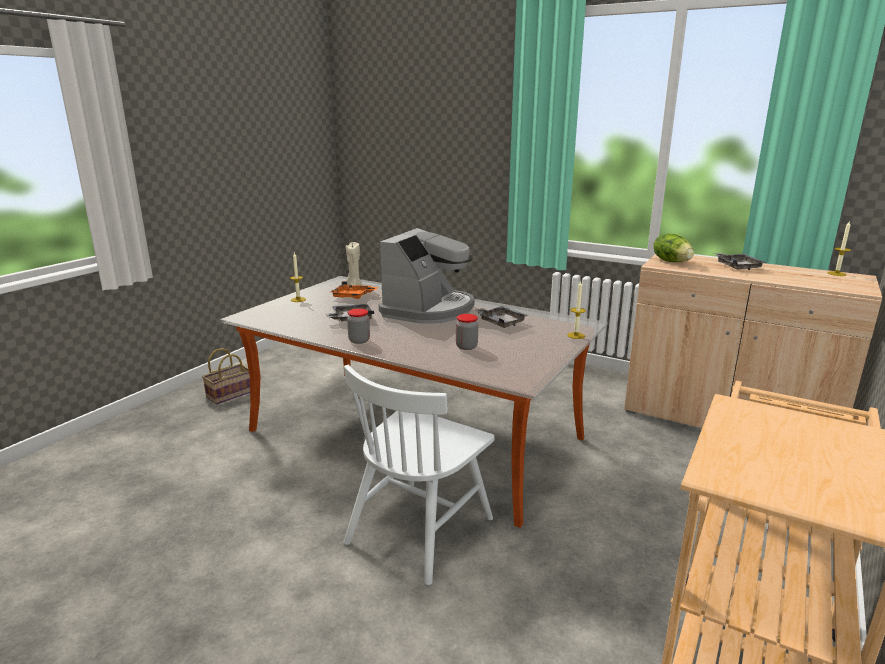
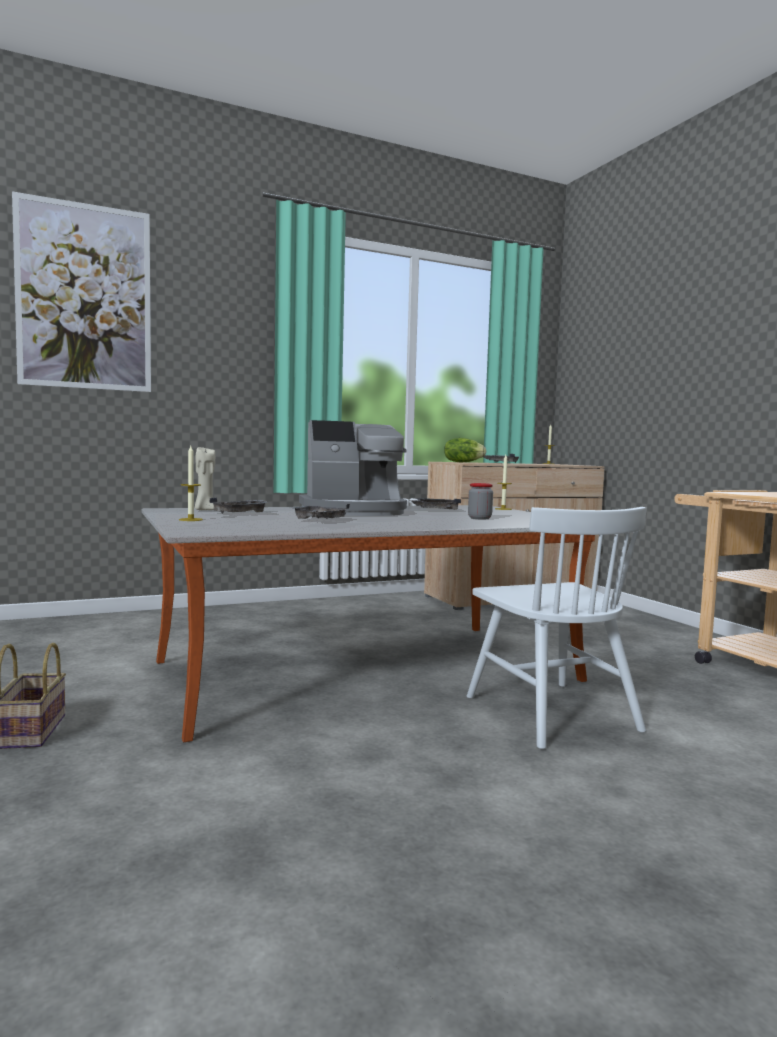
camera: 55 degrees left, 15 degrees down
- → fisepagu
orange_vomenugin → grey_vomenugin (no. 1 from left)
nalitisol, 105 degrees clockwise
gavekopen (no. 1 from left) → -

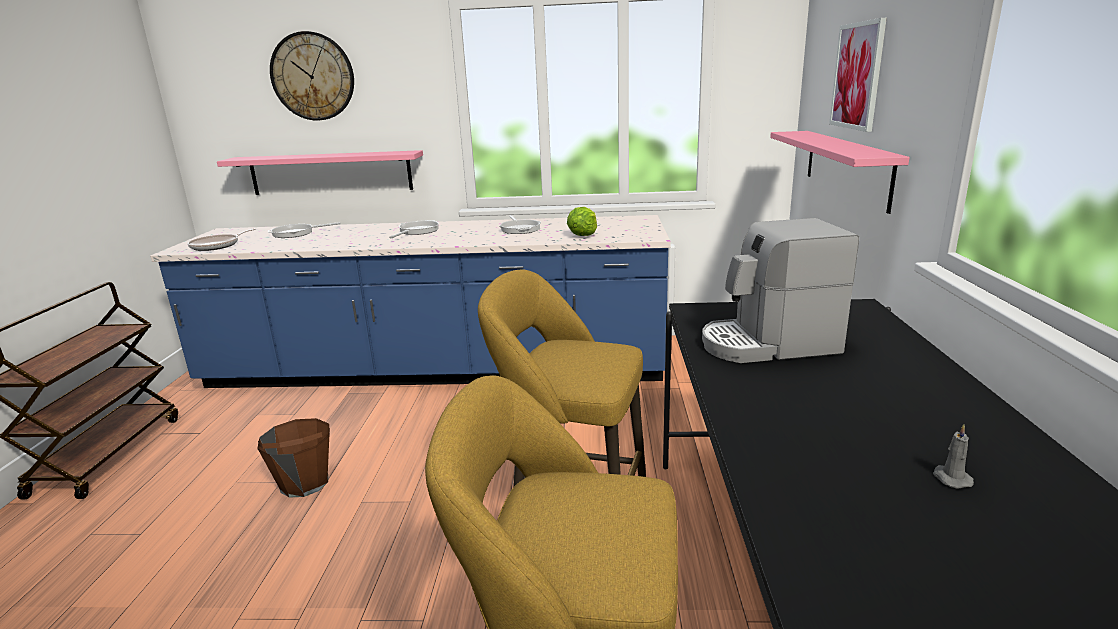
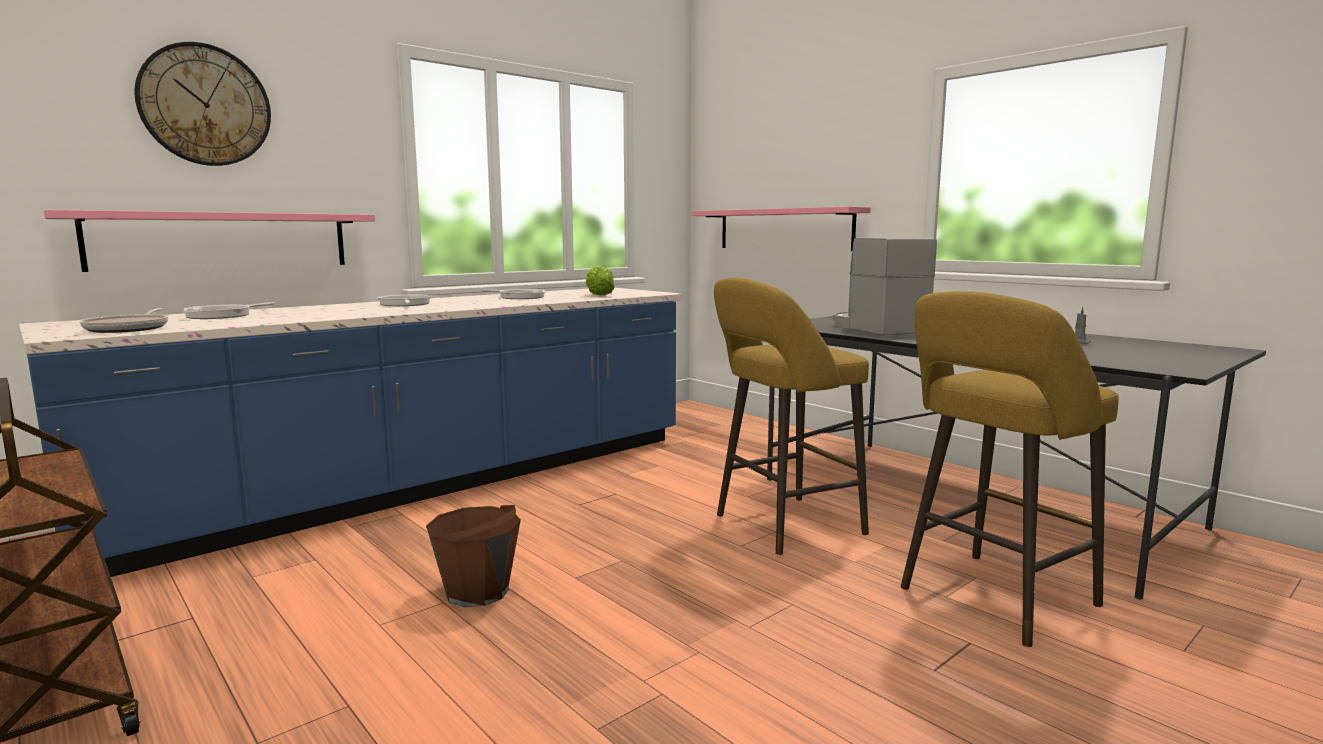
camera: 45 degrees left, 10 degrees down
nalitisol, 120 degrees clockwise
fisepagu → -

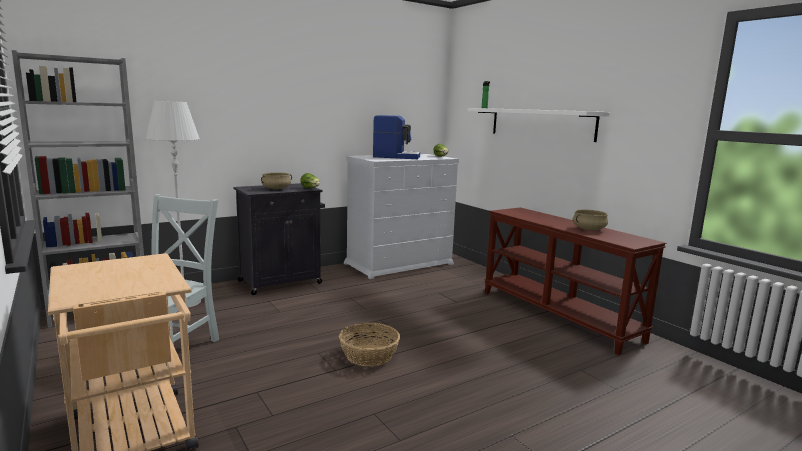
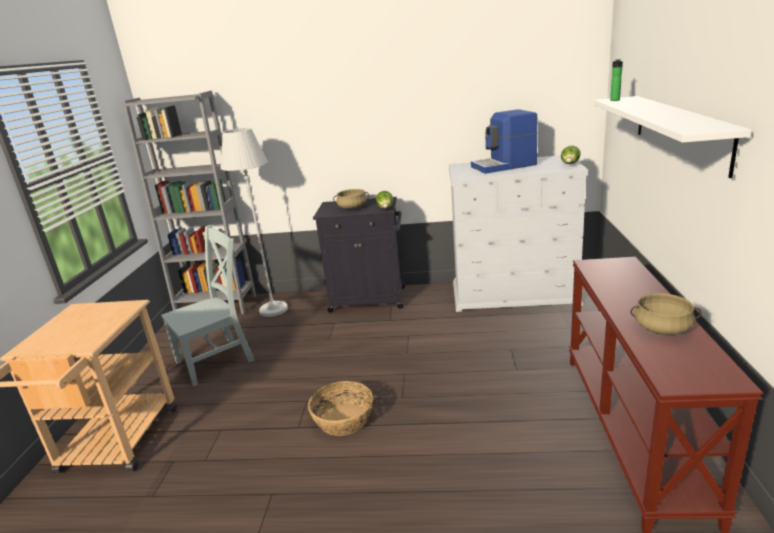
camera: 40 degrees right, 10 degrees up
nalitisol, 120 degrees clockwise

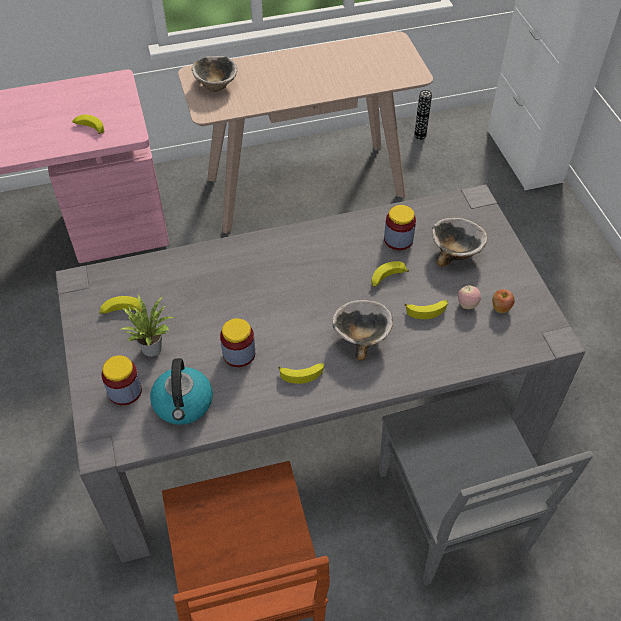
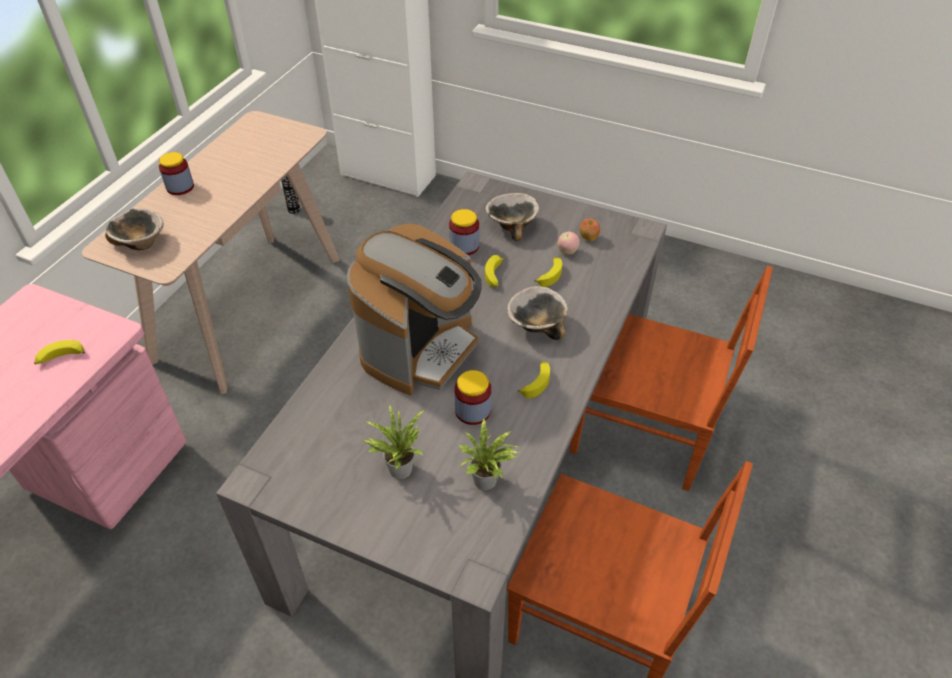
camera: 50 degrees left, 5 degrees down
gavekopen (no. 1 from left), relocated
- → nalitisol
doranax → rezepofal (no. 2 from left)
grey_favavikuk → brown_favavikuk (no. 2 from left)
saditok (no. 2 from left) → -

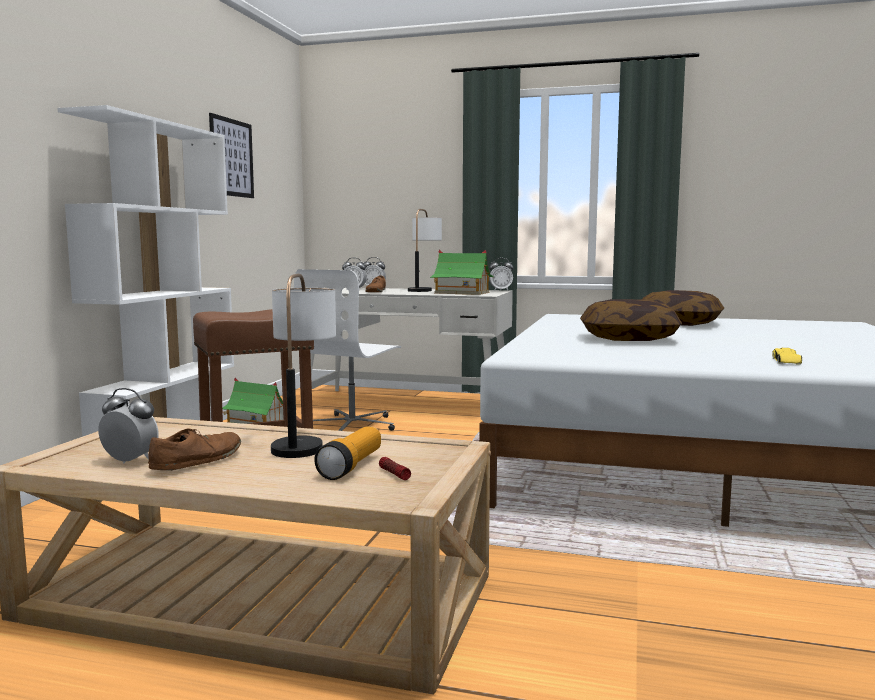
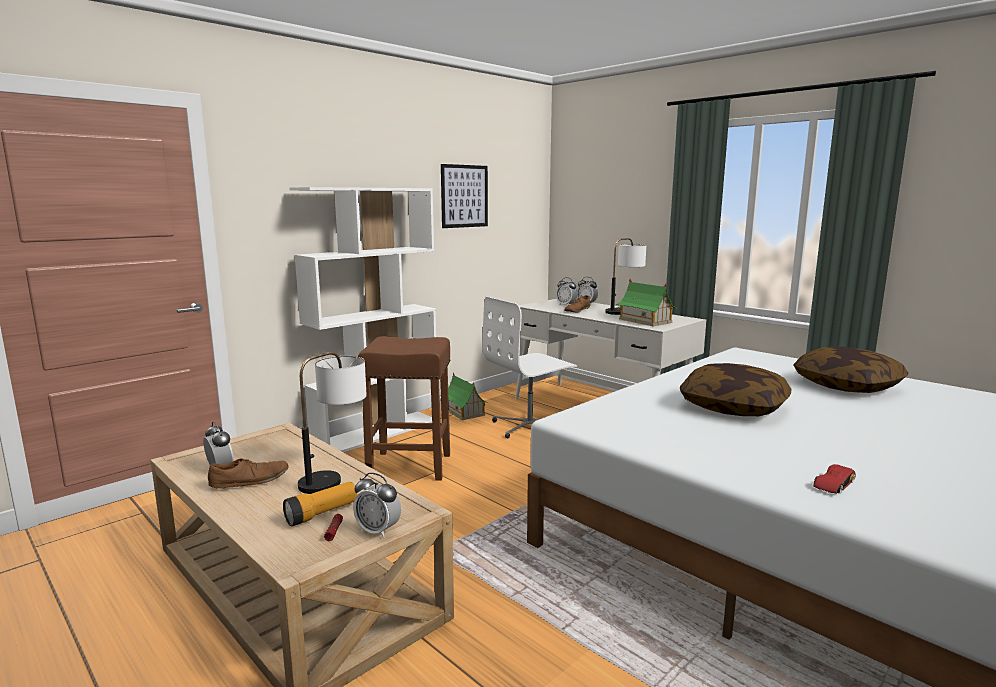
camera: 30 degrees right, 5 degrees up
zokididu (no. 4 from left in the first image) → zokididu (no. 2 from left), relocated
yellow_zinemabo → red_zinemabo

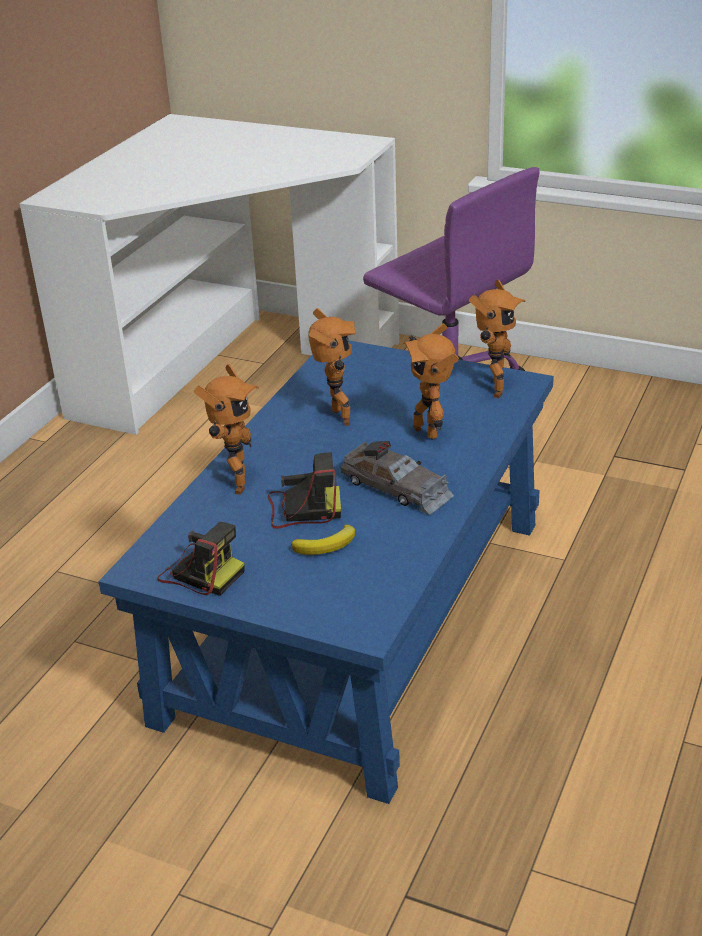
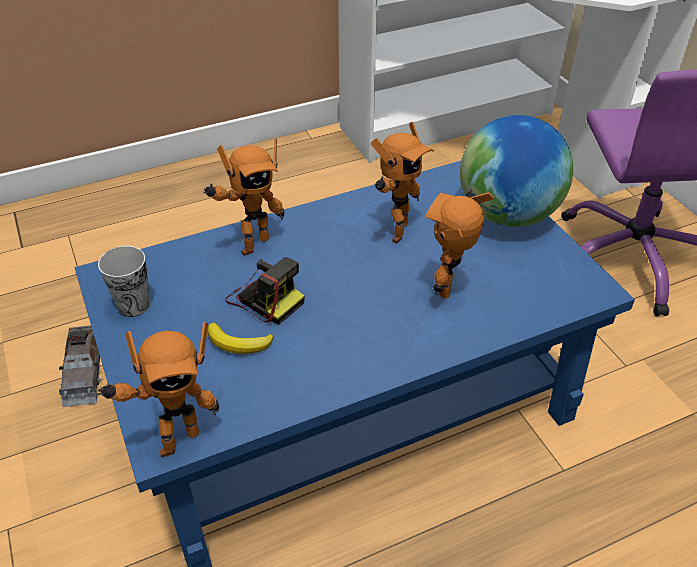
camera: 40 degrees right, 10 degrees up
grey_zinemabo, relocated
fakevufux (no. 4 from left in the first image) → fakevufux (no. 1 from left), relocated
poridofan (no. 1 from left) → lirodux
- → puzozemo

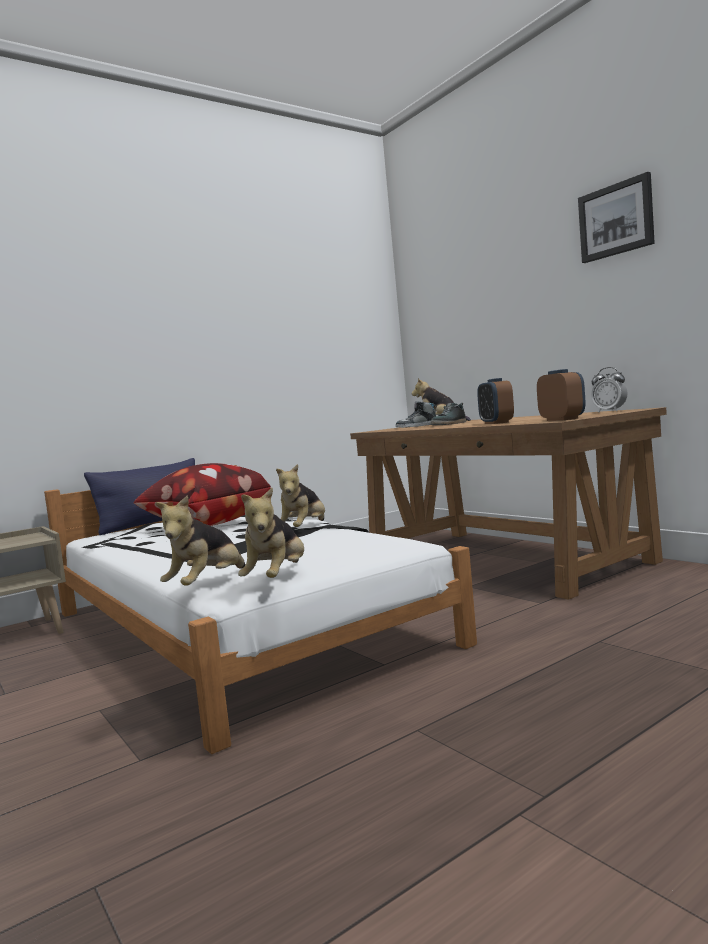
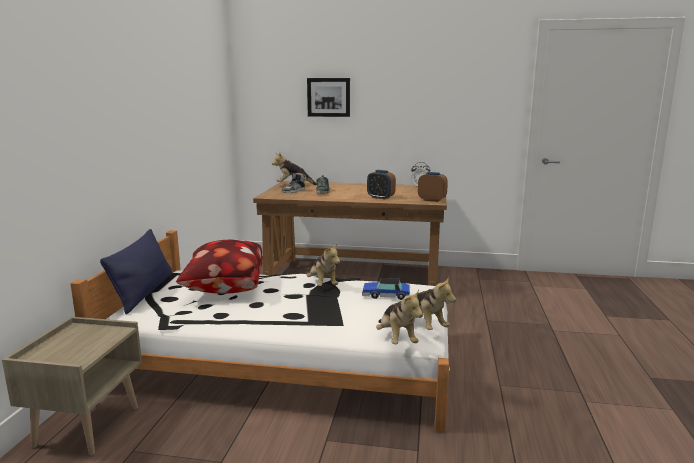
camera: 45 degrees left, 10 degrees up
fisepagu, relocated
- → zinemabo

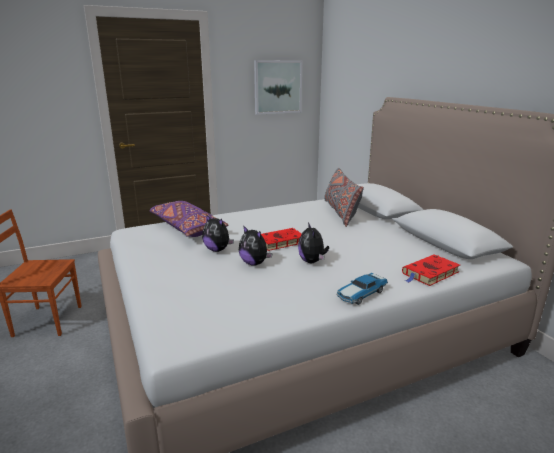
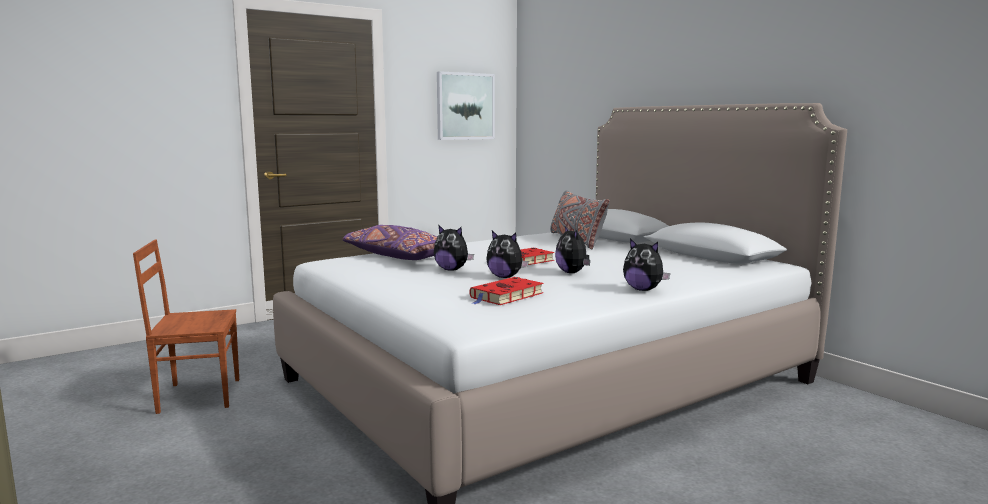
camera: 10 degrees left, 10 degrees down
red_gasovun (no. 2 from left in the first image) → red_gasovun (no. 1 from left), relocated
zinemabo → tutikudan (no. 4 from left)

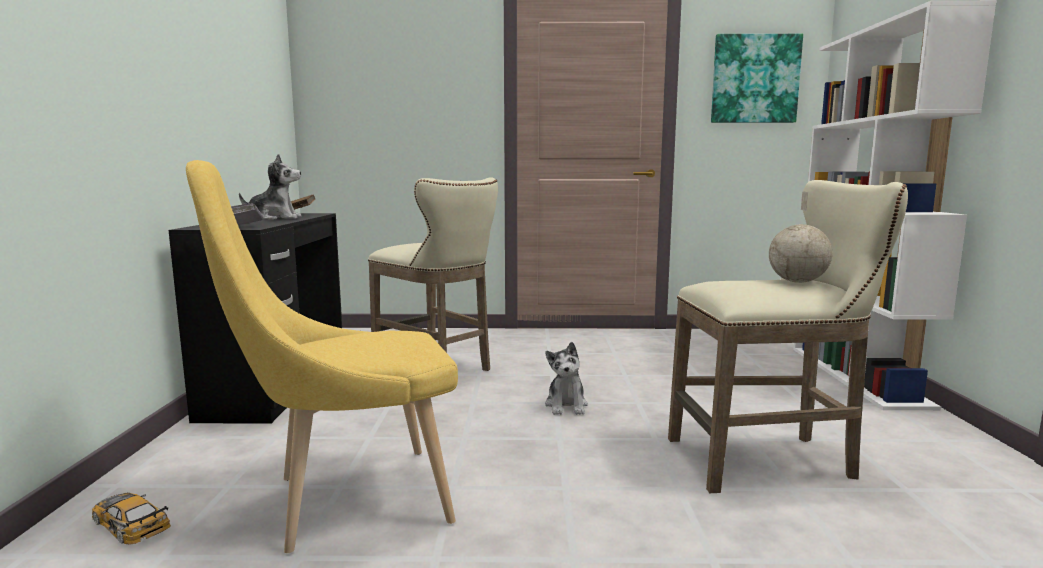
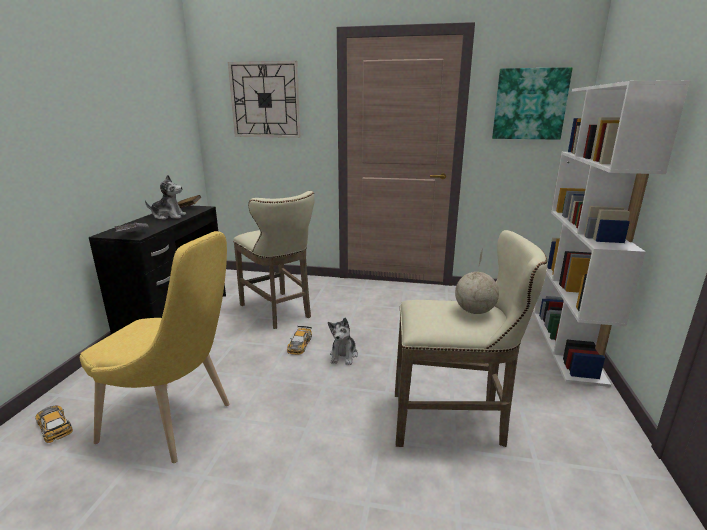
camera: 10 degrees right, 10 degrees up
yellow_favavikuk, 150 degrees counterclockwise
- → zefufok
- → zinemabo (no. 2 from left)

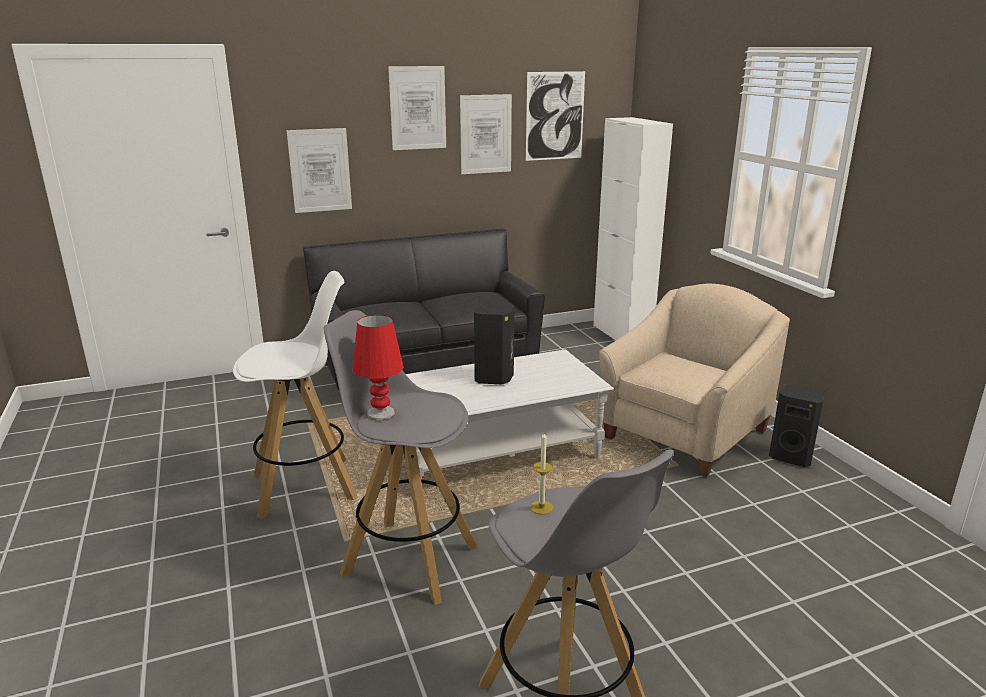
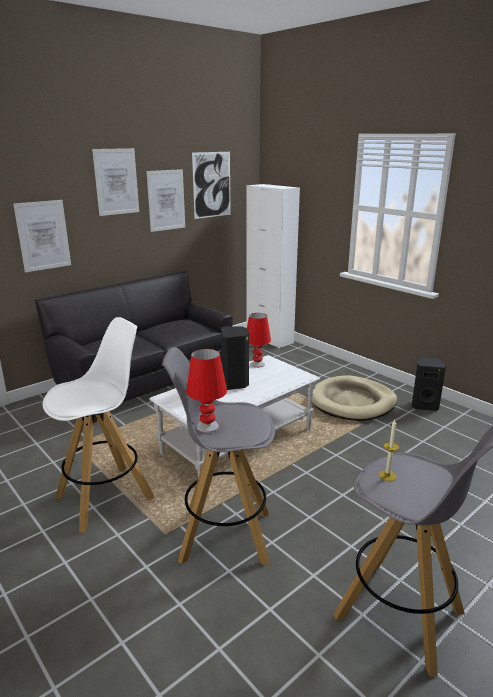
camera: 20 degrees left, 0 degrees up
- → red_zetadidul (no. 2 from left)
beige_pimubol → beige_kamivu

